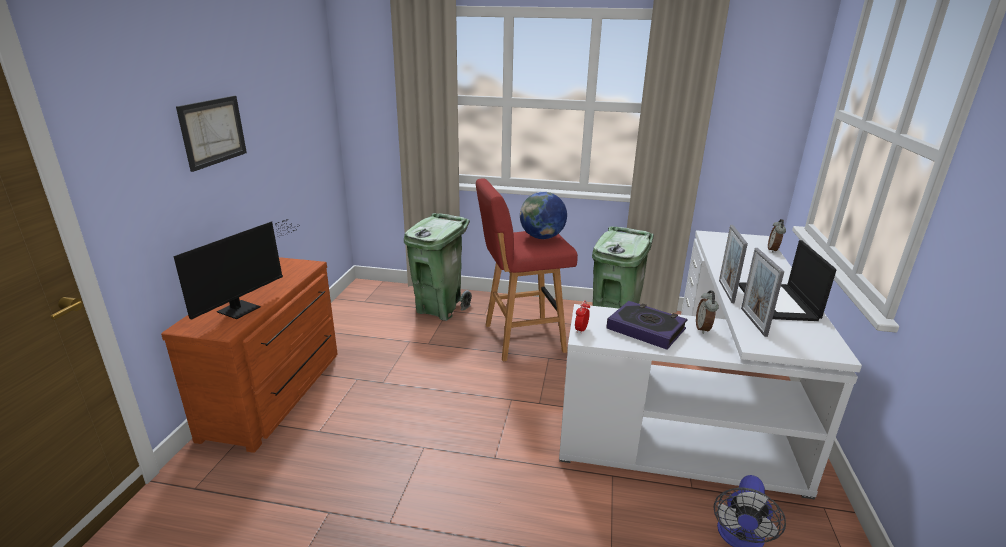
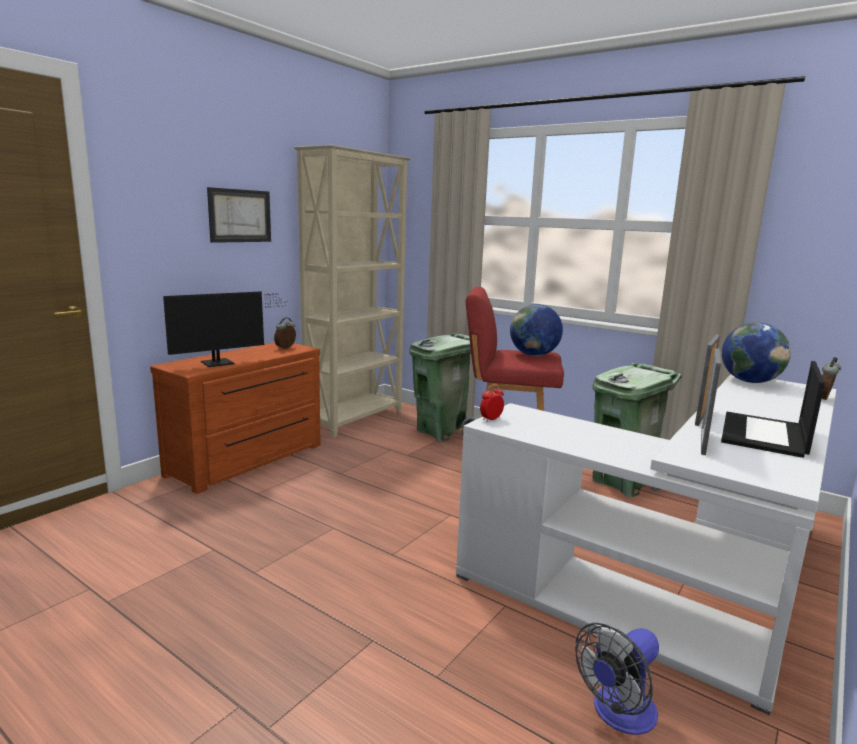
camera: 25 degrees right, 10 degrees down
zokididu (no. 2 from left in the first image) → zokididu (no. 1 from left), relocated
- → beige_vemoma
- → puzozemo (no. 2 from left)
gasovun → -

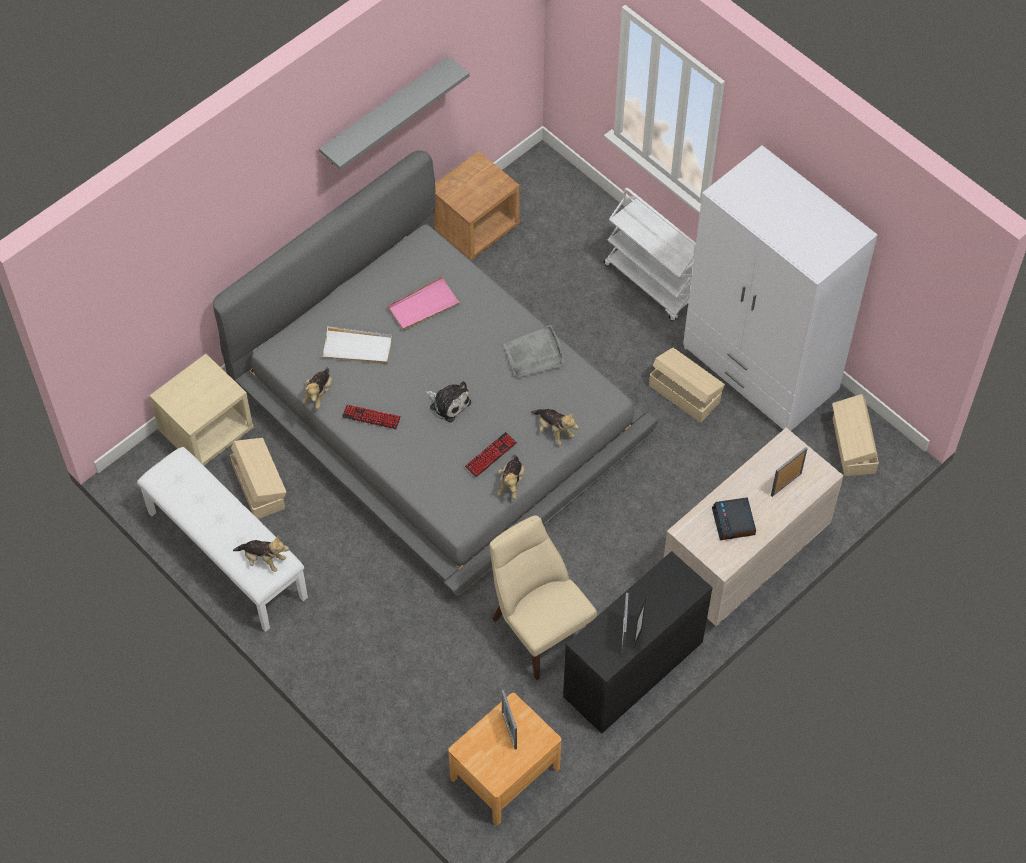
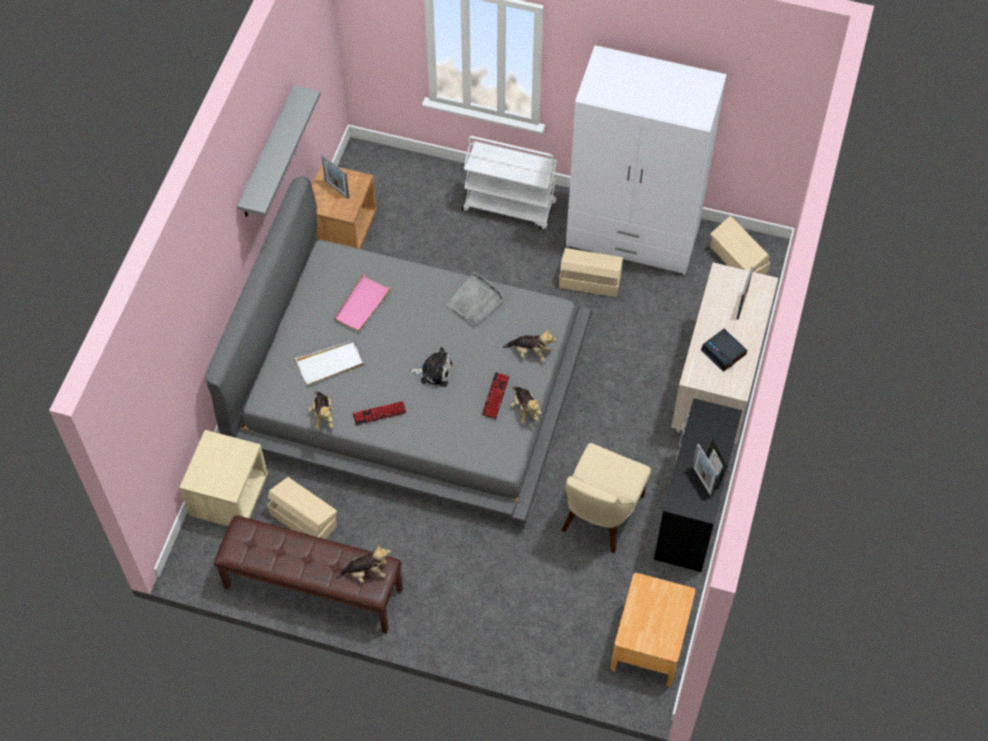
camera: 30 degrees left, 0 degrees up
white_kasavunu → brown_kasavunu
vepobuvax (no. 1 from left), relocated
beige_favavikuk, 90 degrees counterclockwise

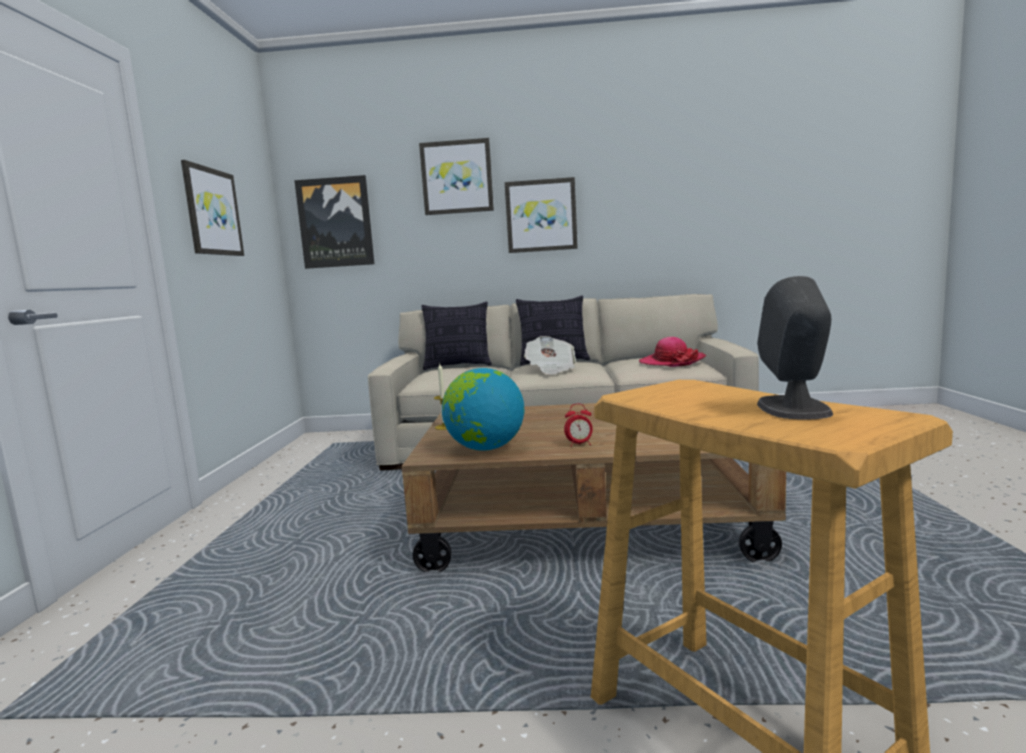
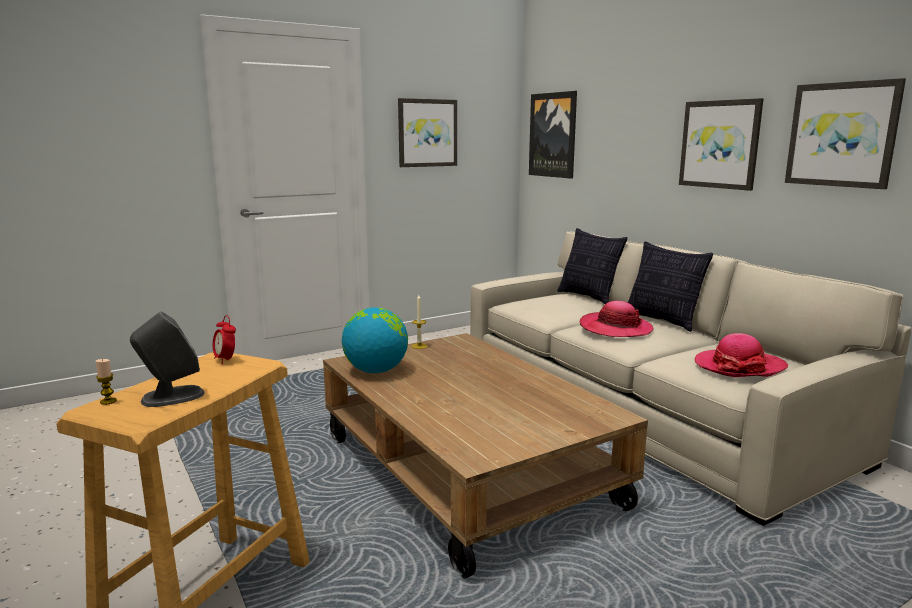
camera: 55 degrees right, 5 degrees up
- → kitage (no. 1 from left)
zokididu, relocated
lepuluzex → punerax (no. 1 from left)
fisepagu (no. 3 from left in the first image) → fisepagu (no. 4 from left), relocated

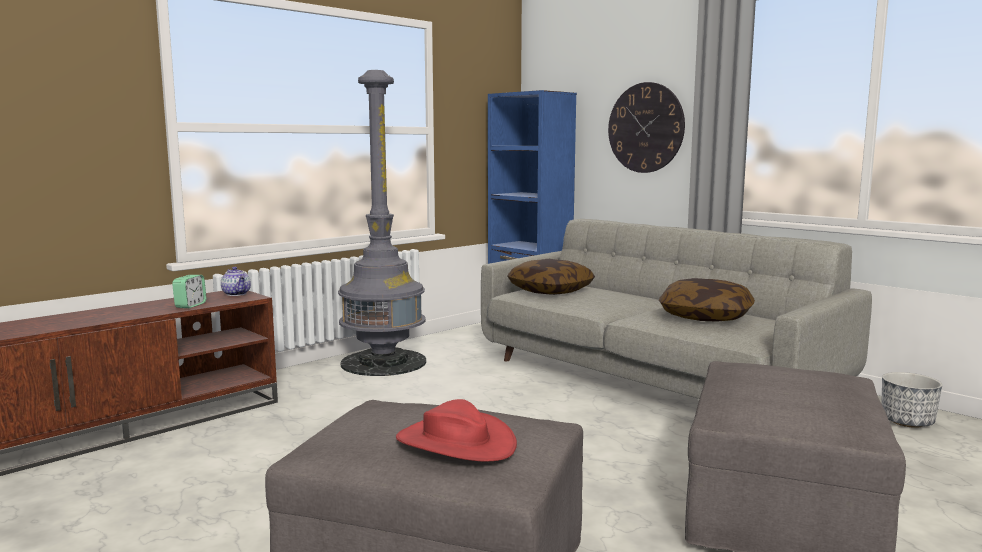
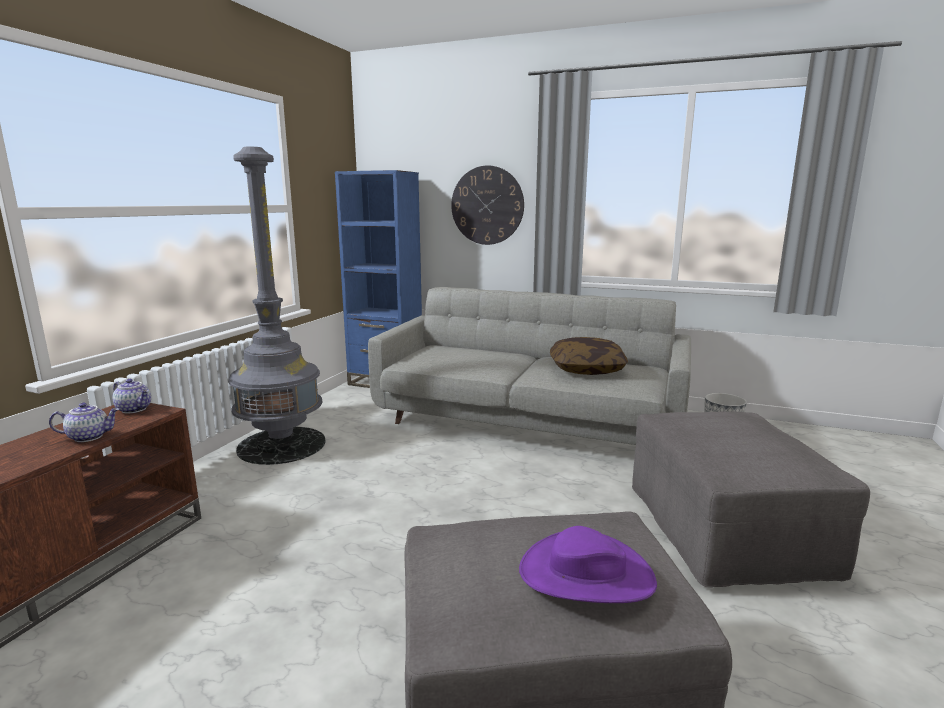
camera: 25 degrees left, 5 degrees up
zokididu → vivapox (no. 1 from left)
red_punerax → purple_punerax
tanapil (no. 1 from left) → -

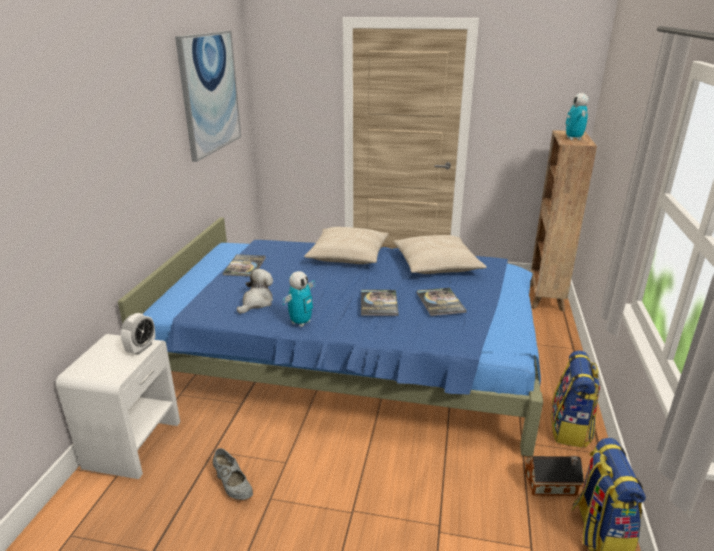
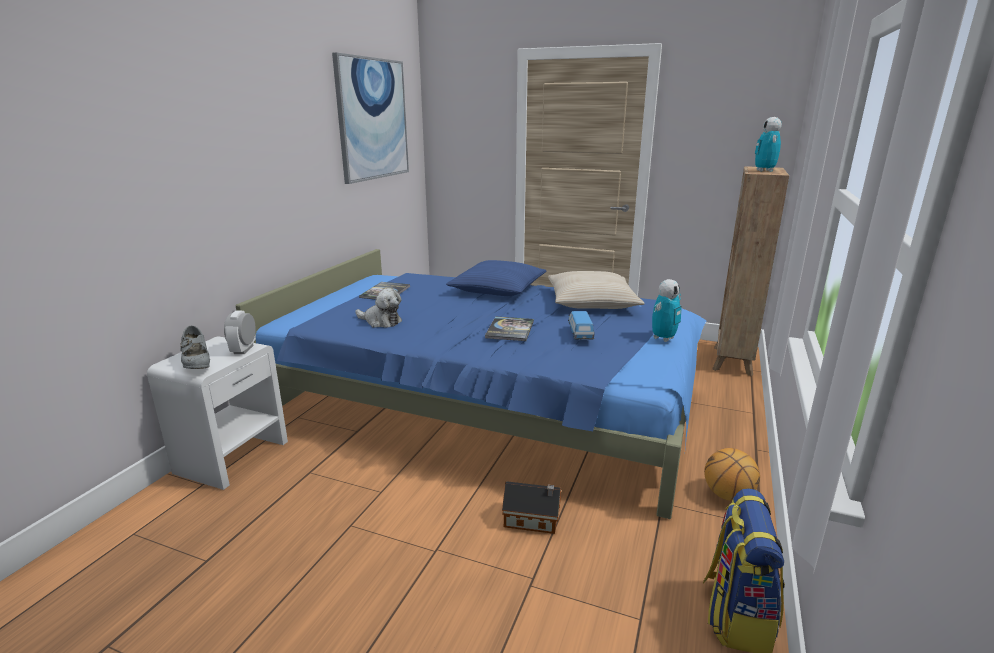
camera: 10 degrees right, 5 degrees down
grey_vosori, relocated
zokididu, 150 degrees clockwise
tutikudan, 75 degrees clockwise
beige_tanapil (no. 1 from left) → blue_tanapil
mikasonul, relocated
gasovun (no. 3 from left) → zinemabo
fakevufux (no. 1 from left), relocated
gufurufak (no. 1 from left) → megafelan

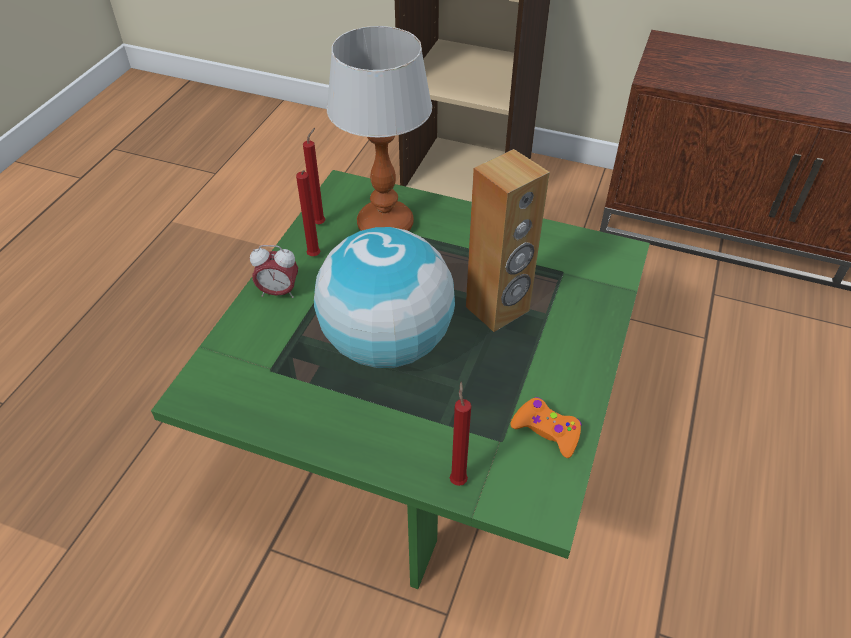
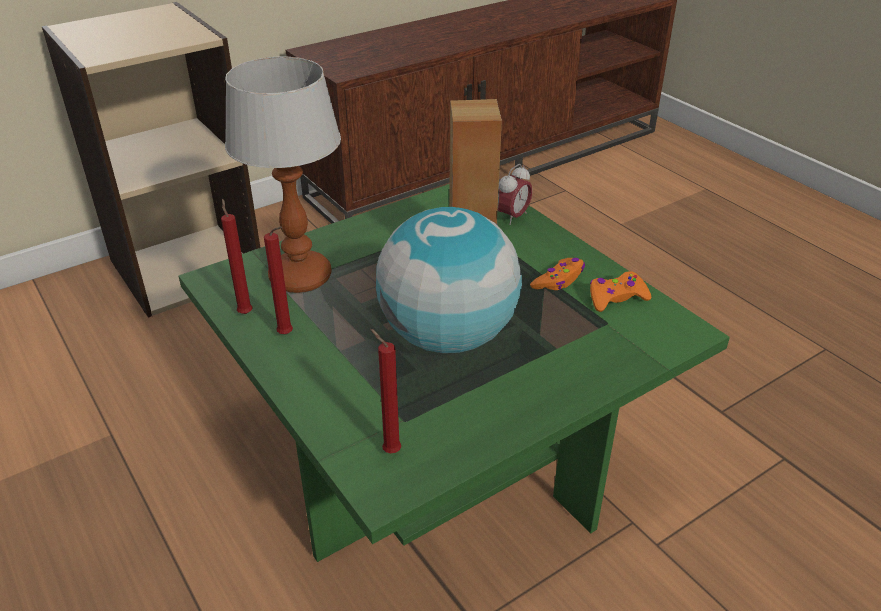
camera: 55 degrees left, 10 degrees down
red_kitage (no. 3 from left), relocated
zokididu, relocated
- → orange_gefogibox (no. 1 from left)

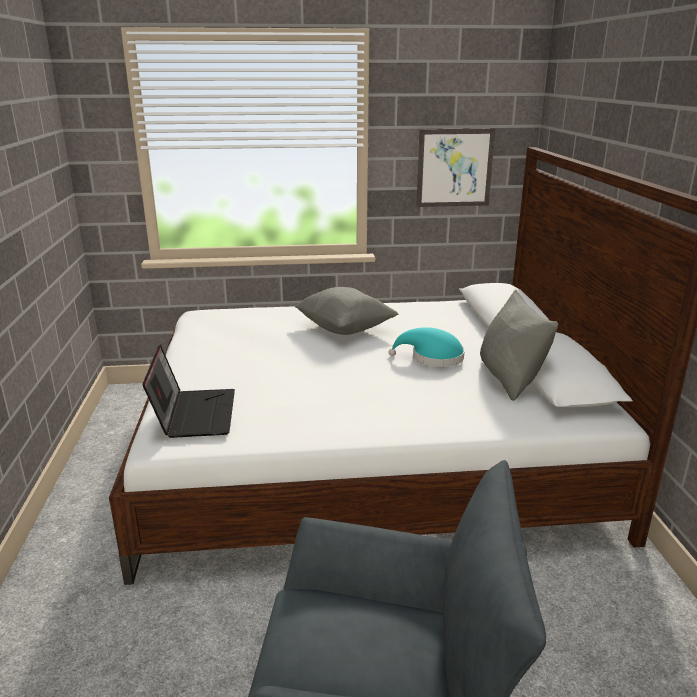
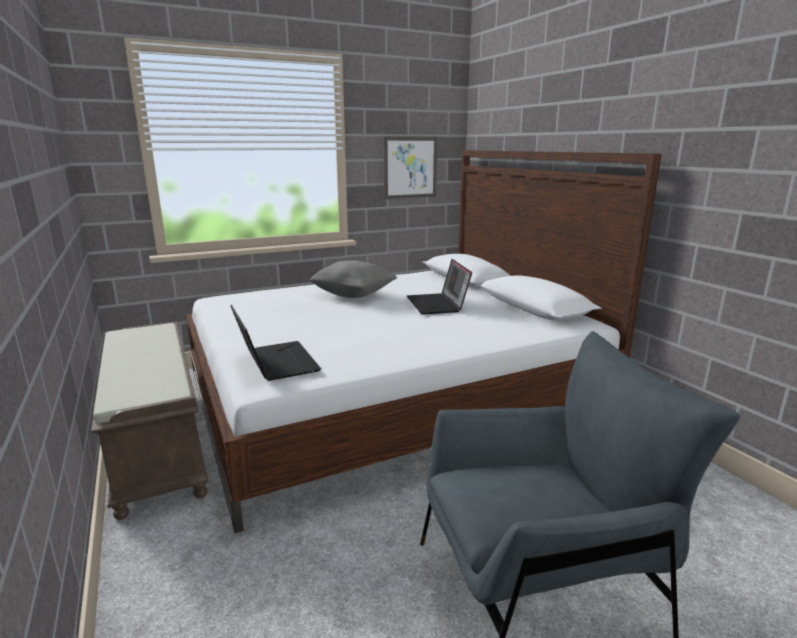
camera: 20 degrees left, 5 degrees down
- → brown_kasavunu
turquoise_punerax → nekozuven (no. 2 from left)
grey_tanapil (no. 2 from left) → -

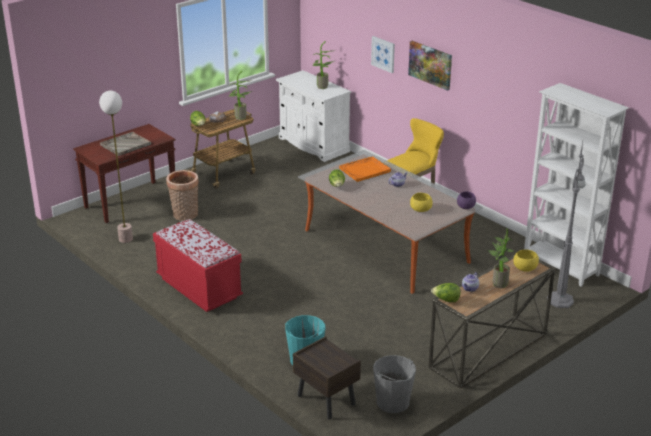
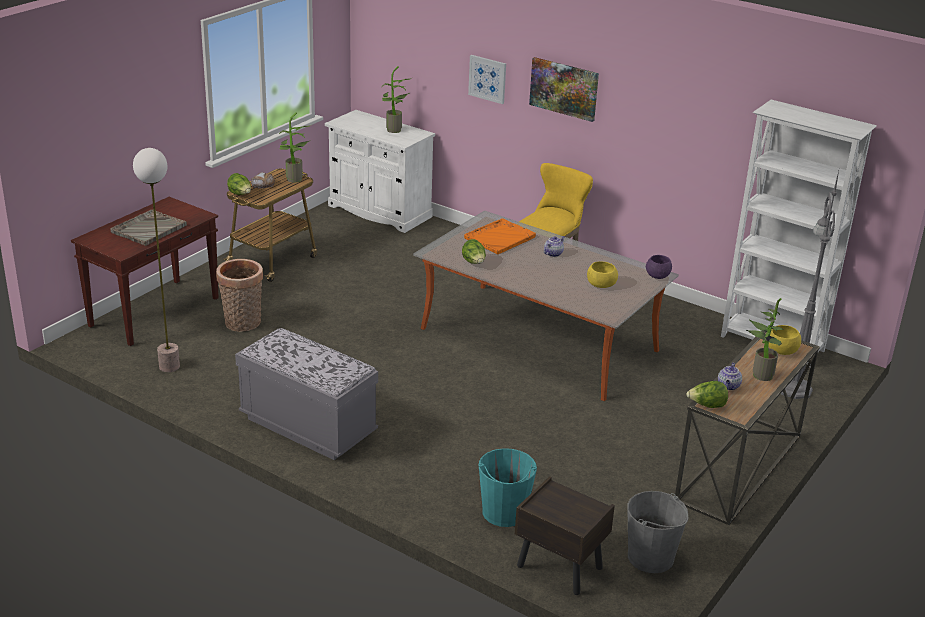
camera: 15 degrees left, 0 degrees up
red_kasavunu → grey_kasavunu

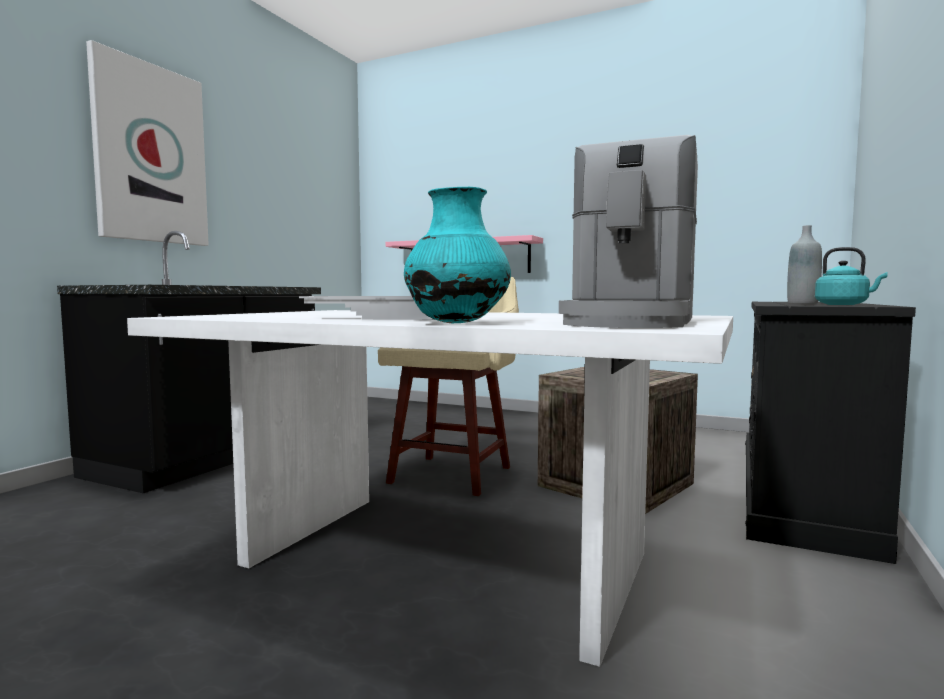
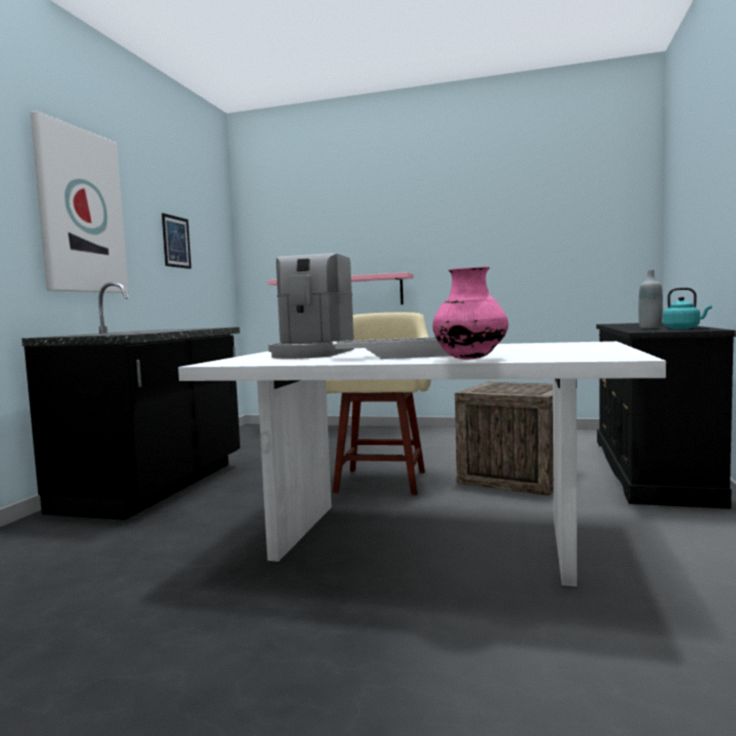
camera: 10 degrees left, 0 degrees up
- → fisepagu (no. 2 from left)
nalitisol, relocated
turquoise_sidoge → pink_sidoge

